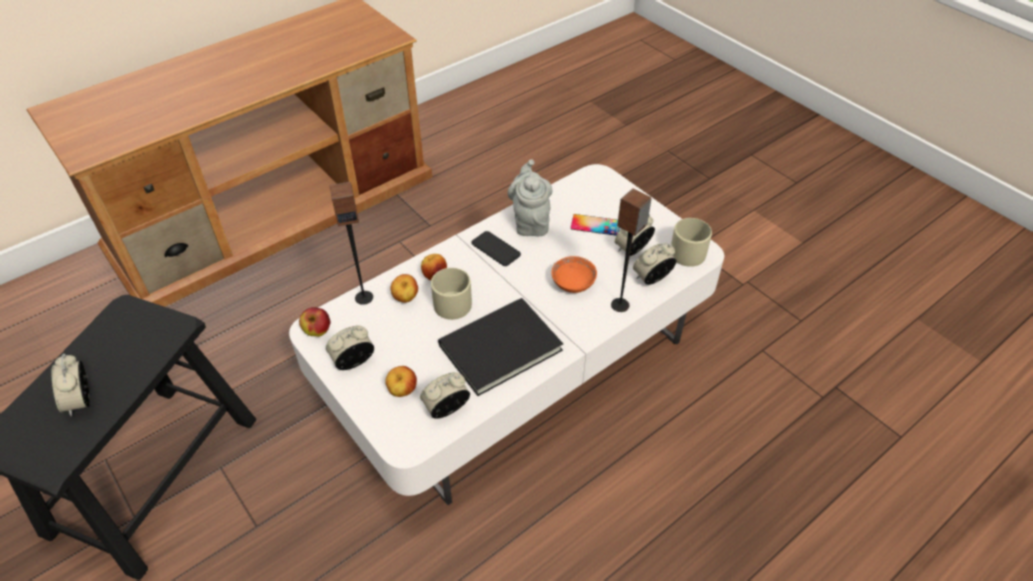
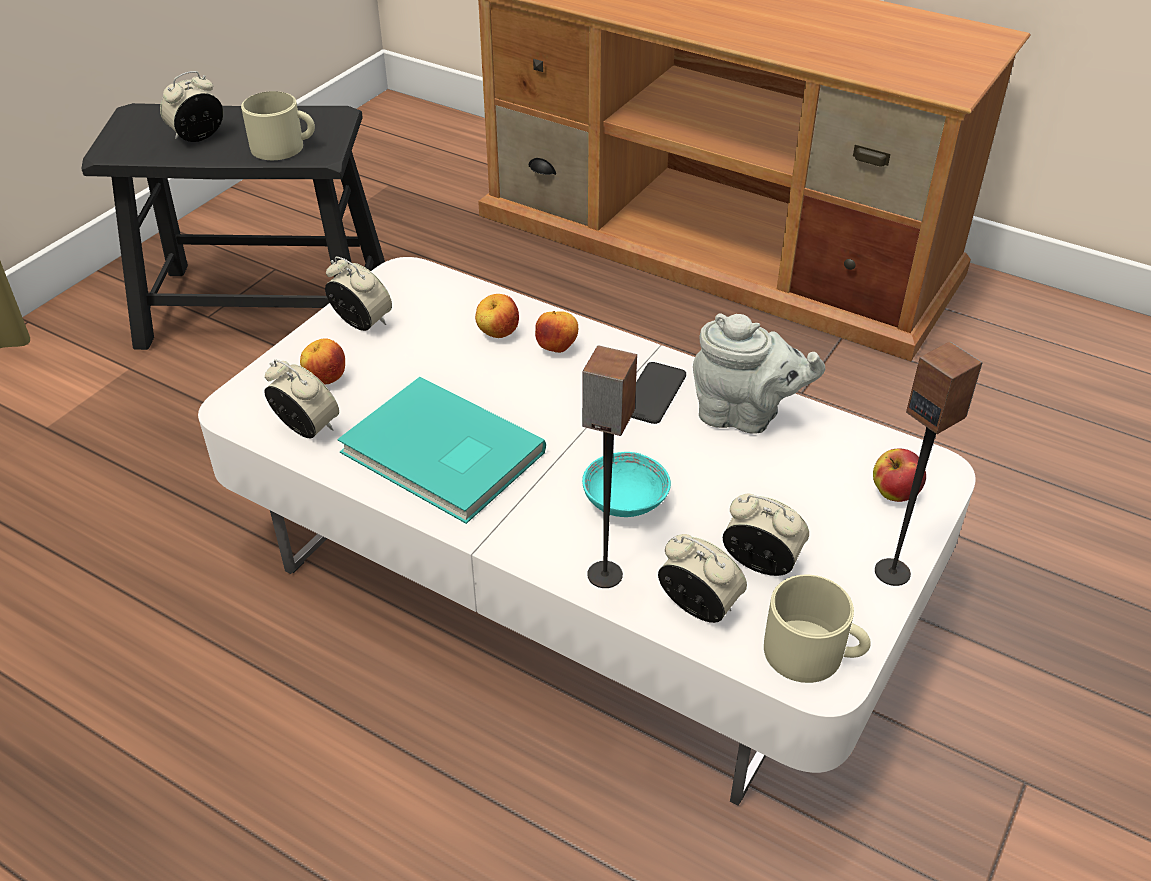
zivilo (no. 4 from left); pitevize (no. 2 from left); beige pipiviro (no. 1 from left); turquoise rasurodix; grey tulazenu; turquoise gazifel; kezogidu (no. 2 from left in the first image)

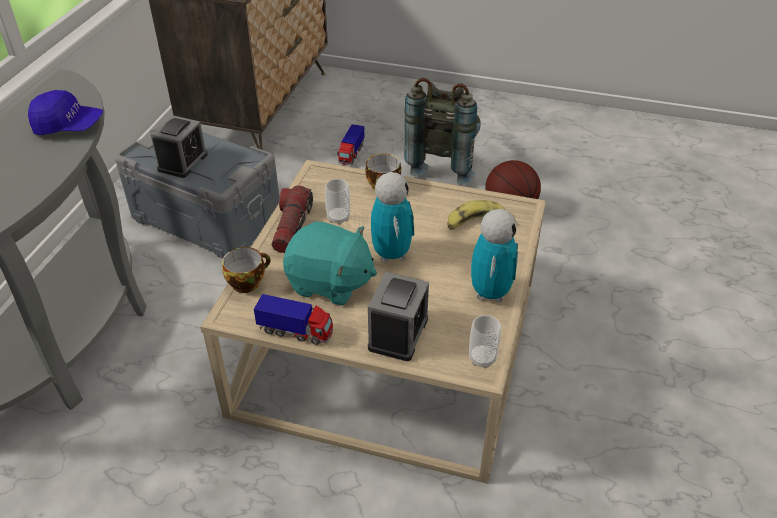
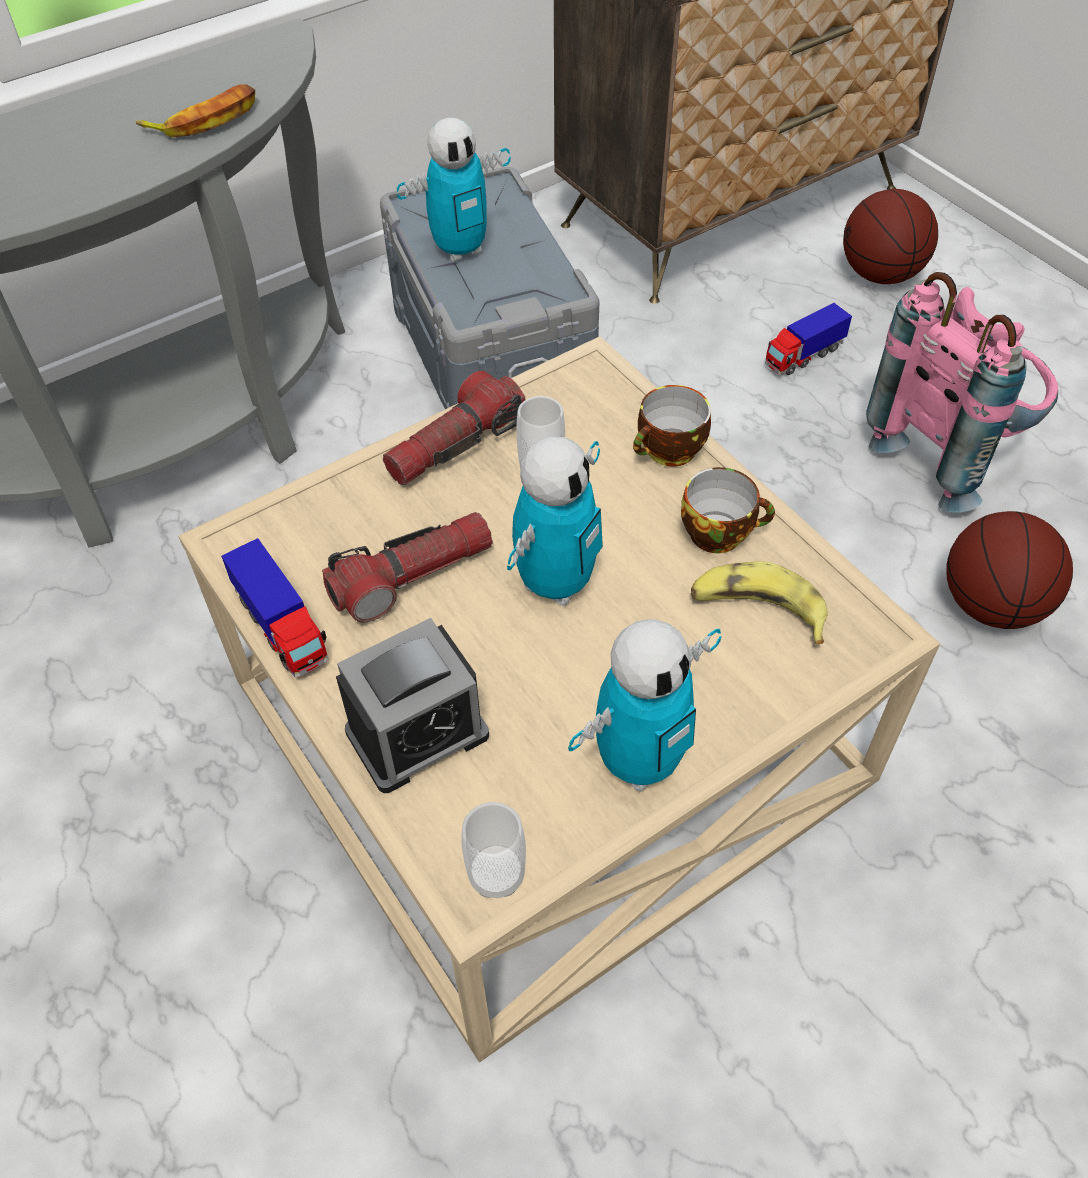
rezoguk (no. 1 from left); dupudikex (no. 1 from left); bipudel (no. 4 from left); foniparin (no. 1 from left); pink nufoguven; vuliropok (no. 1 from left)

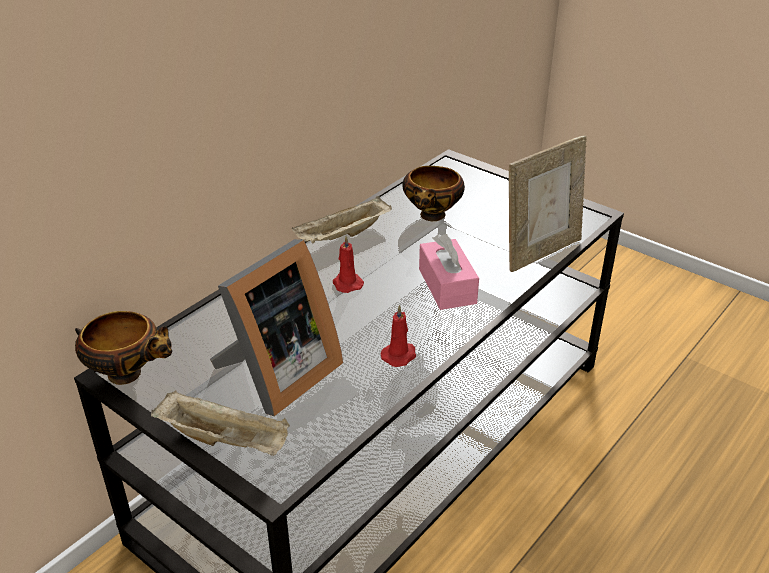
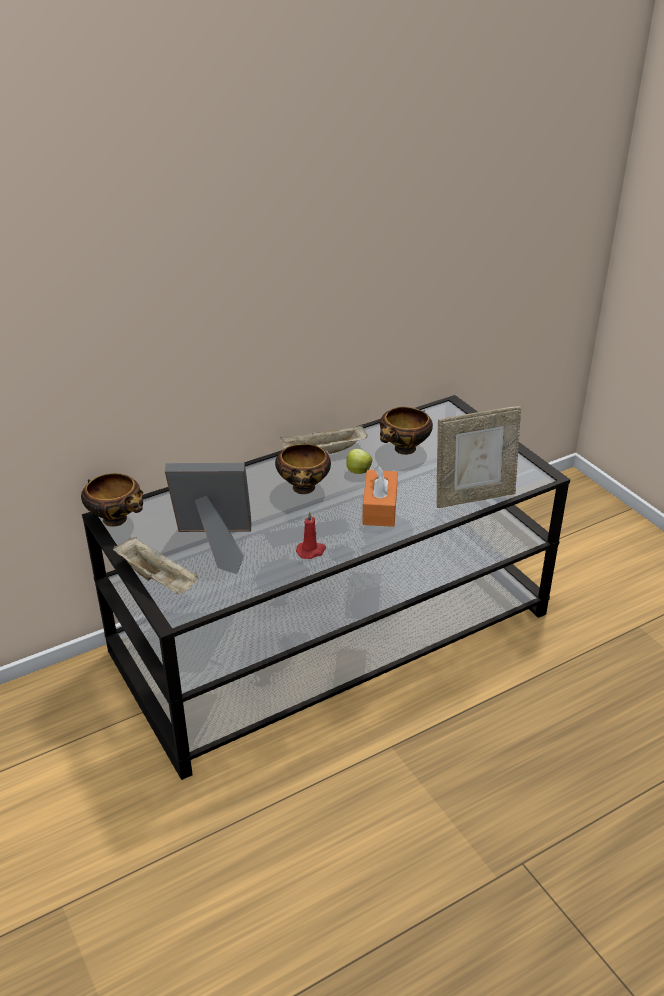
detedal (no. 1 from left); gazifel (no. 2 from left); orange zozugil; zivilo

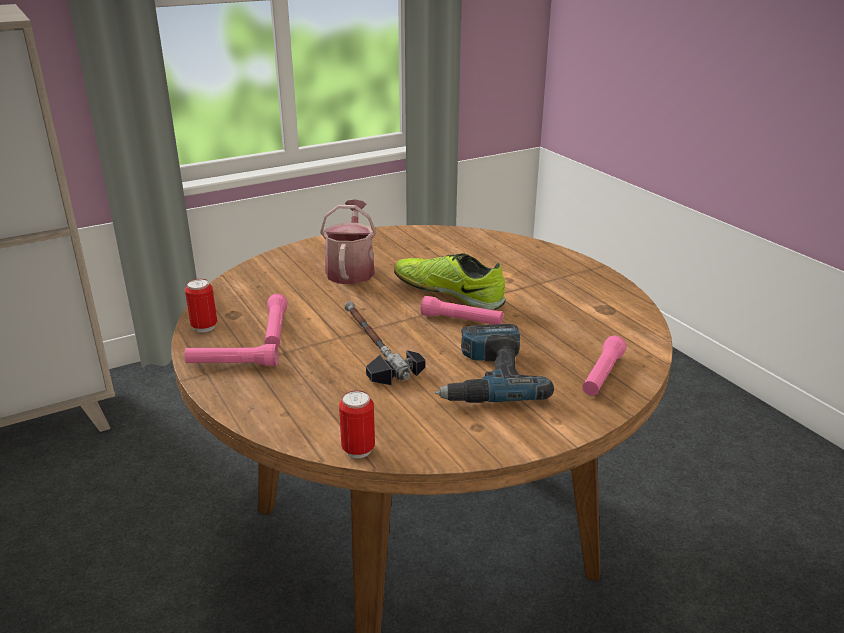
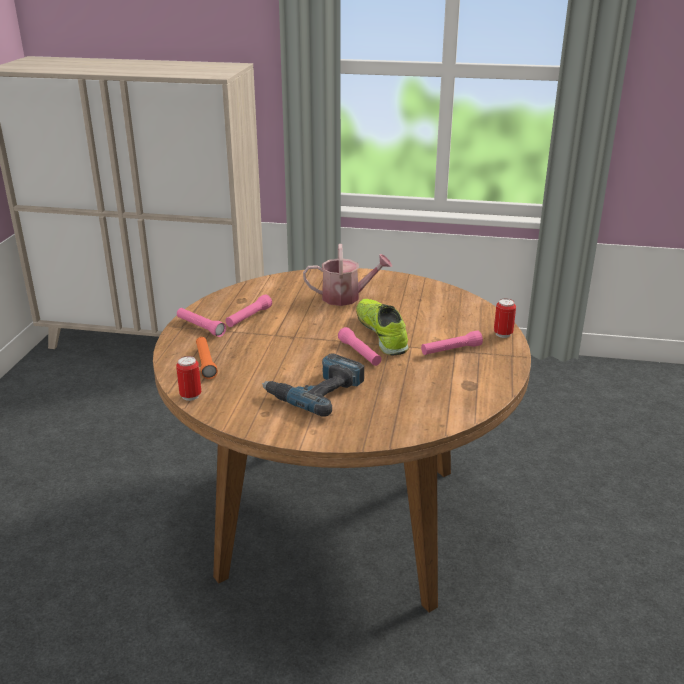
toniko (no. 2 from left); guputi; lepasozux; pink foniparin (no. 4 from left); orange foniparin

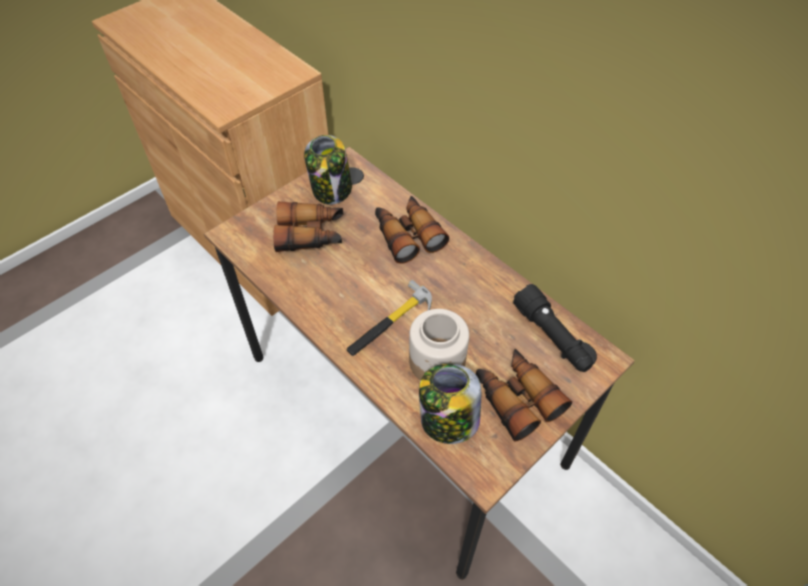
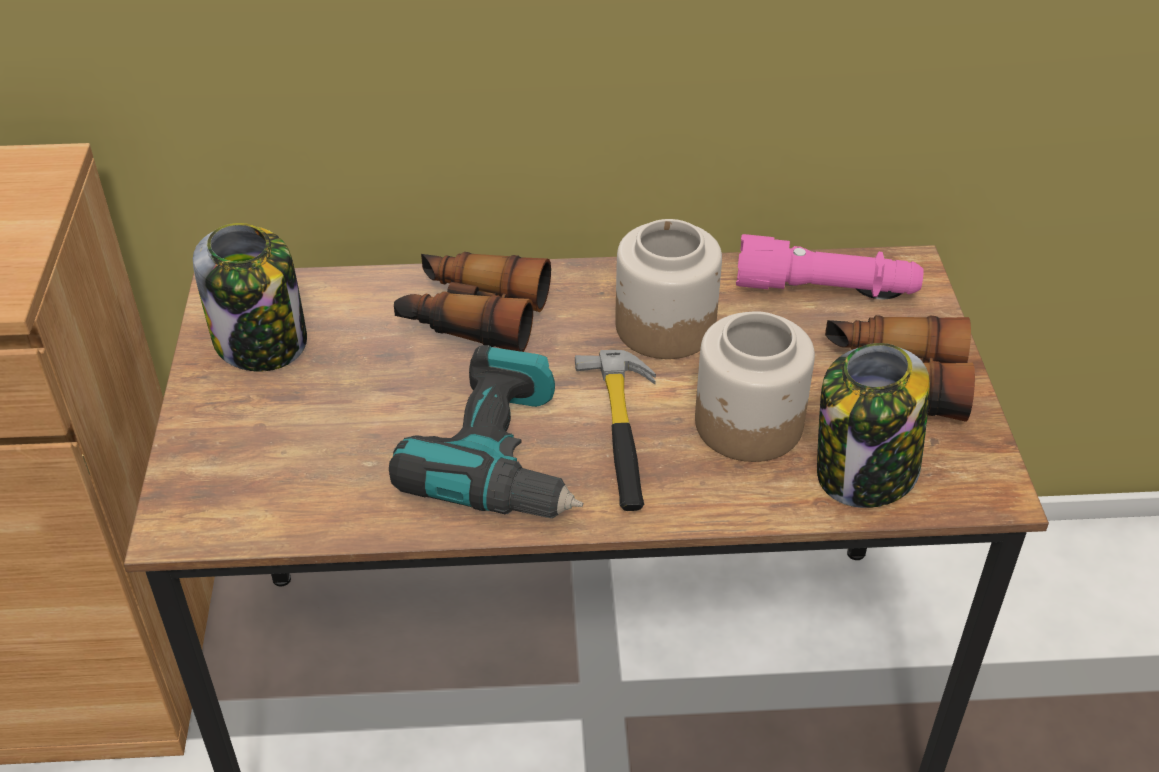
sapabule (no. 1 from left in the first image); pink foniparin; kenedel; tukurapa (no. 2 from left)

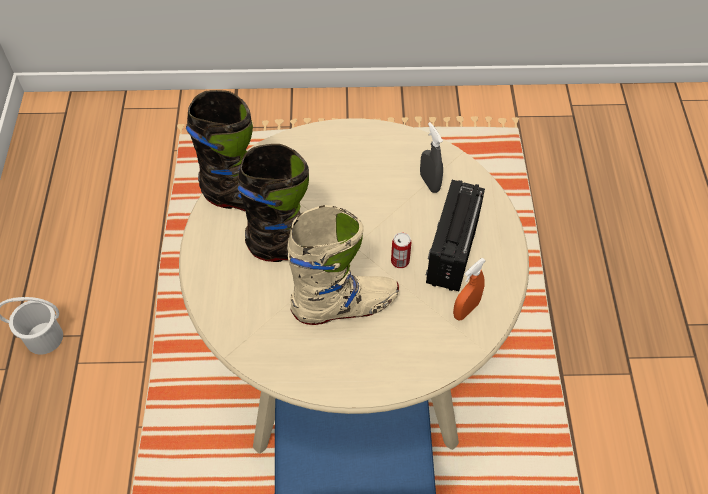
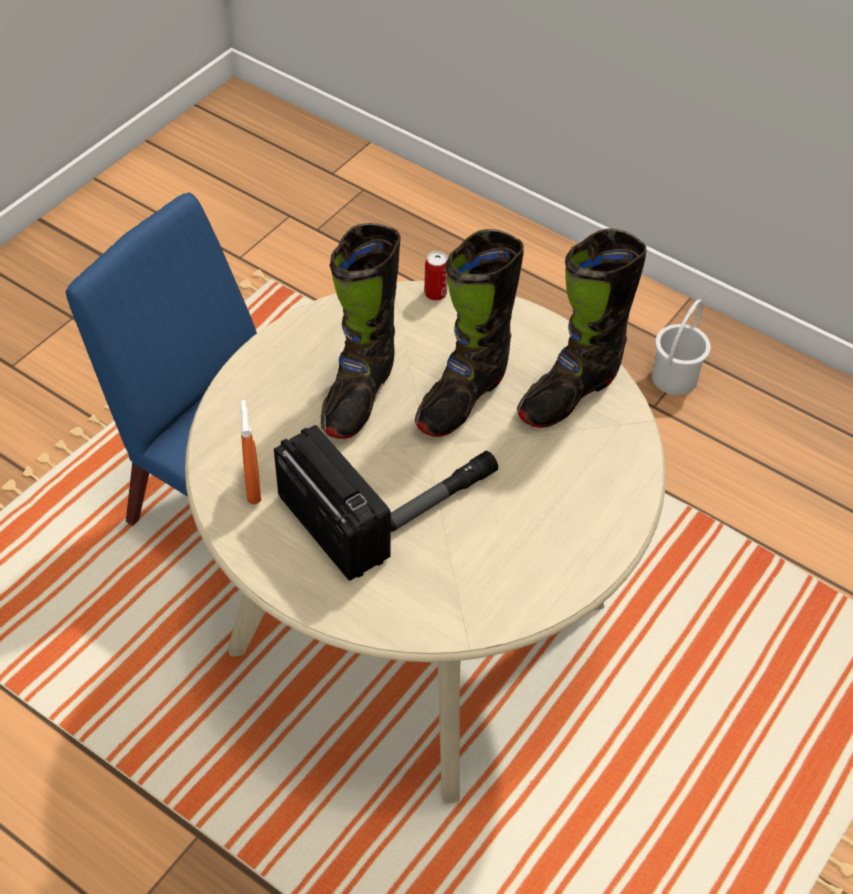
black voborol (no. 1 from left); toniko; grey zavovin; foniparin

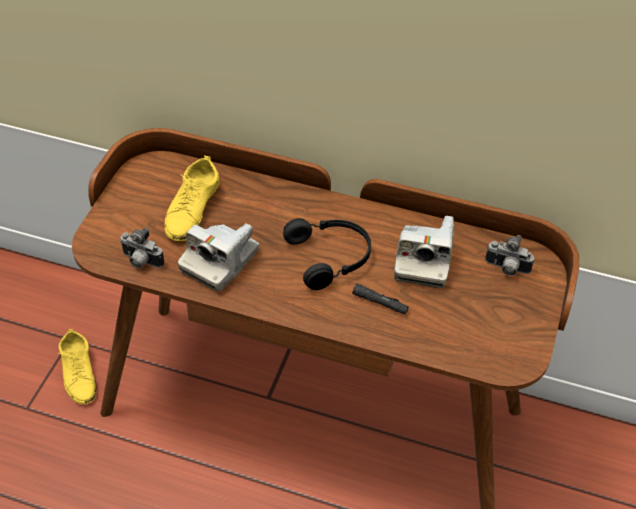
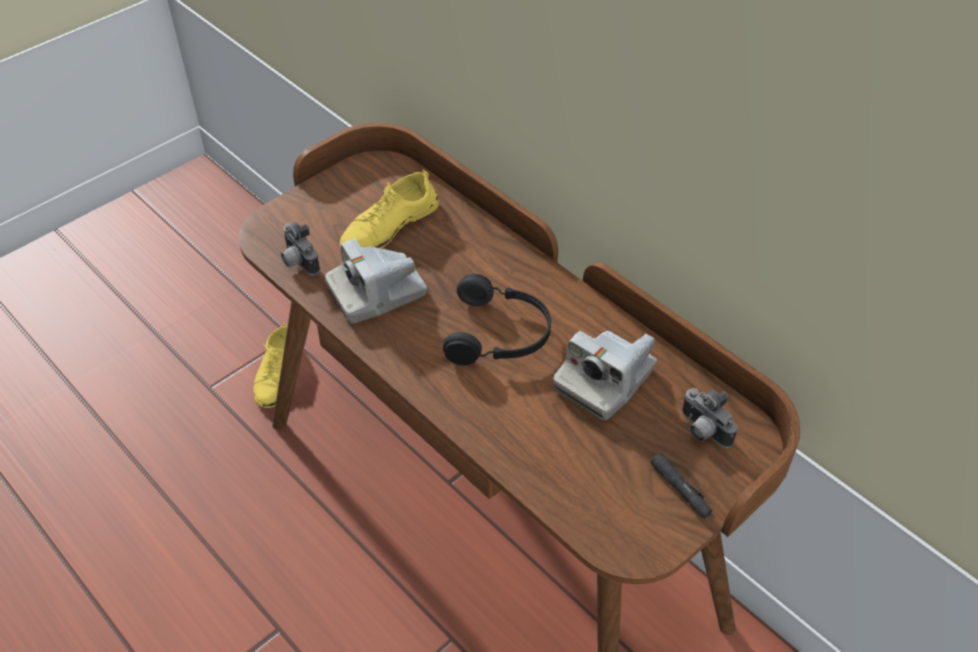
black foniparin

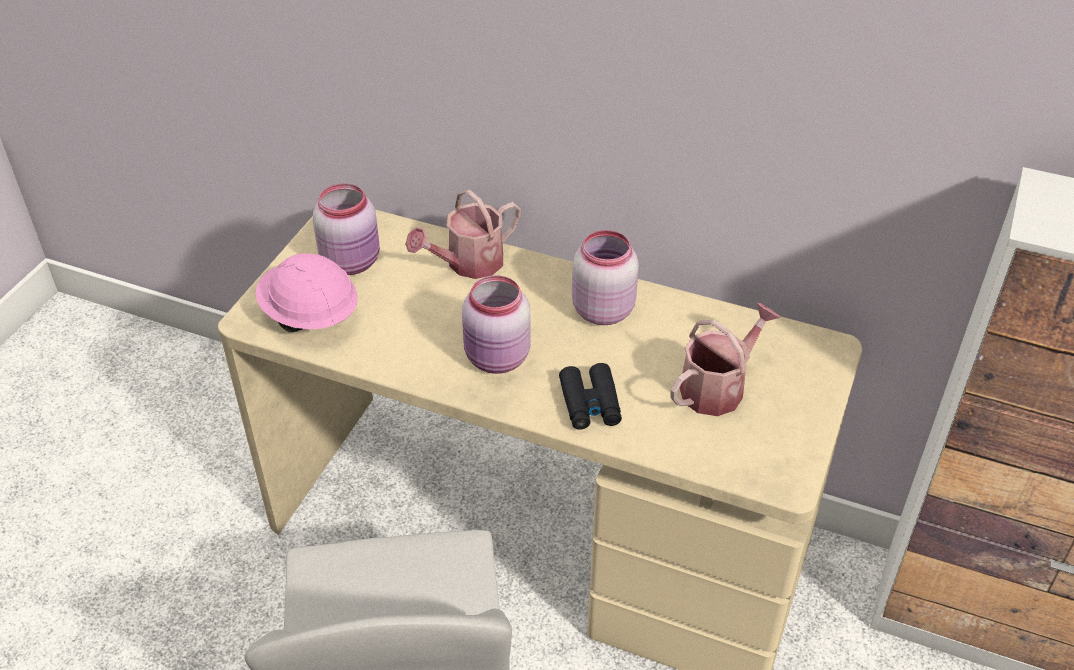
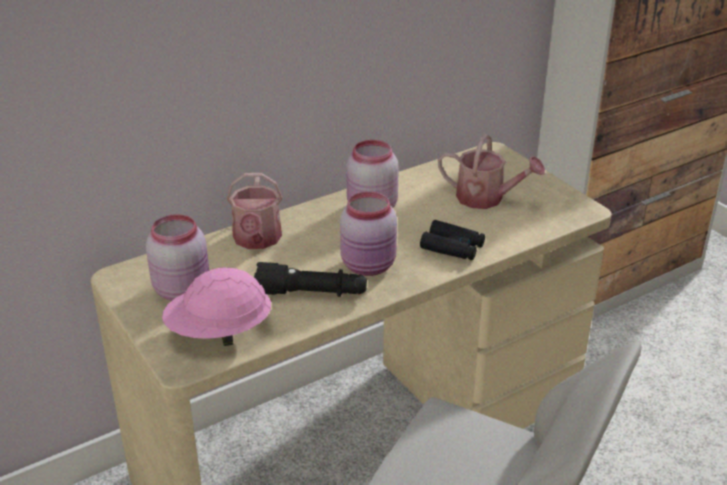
guputi (no. 2 from left); black foniparin

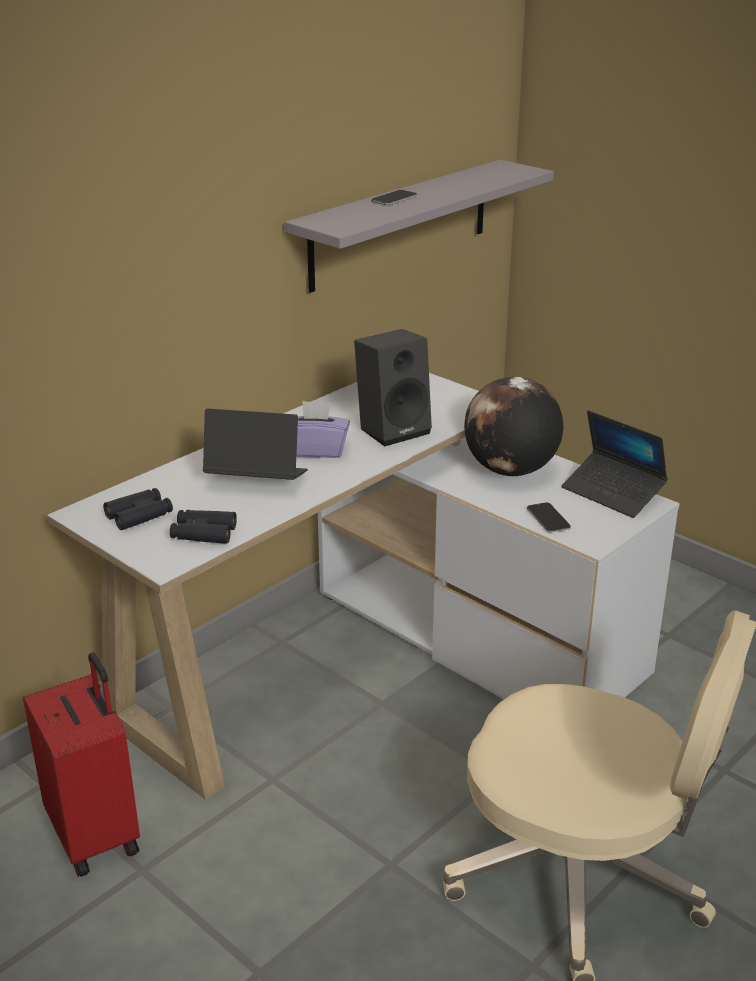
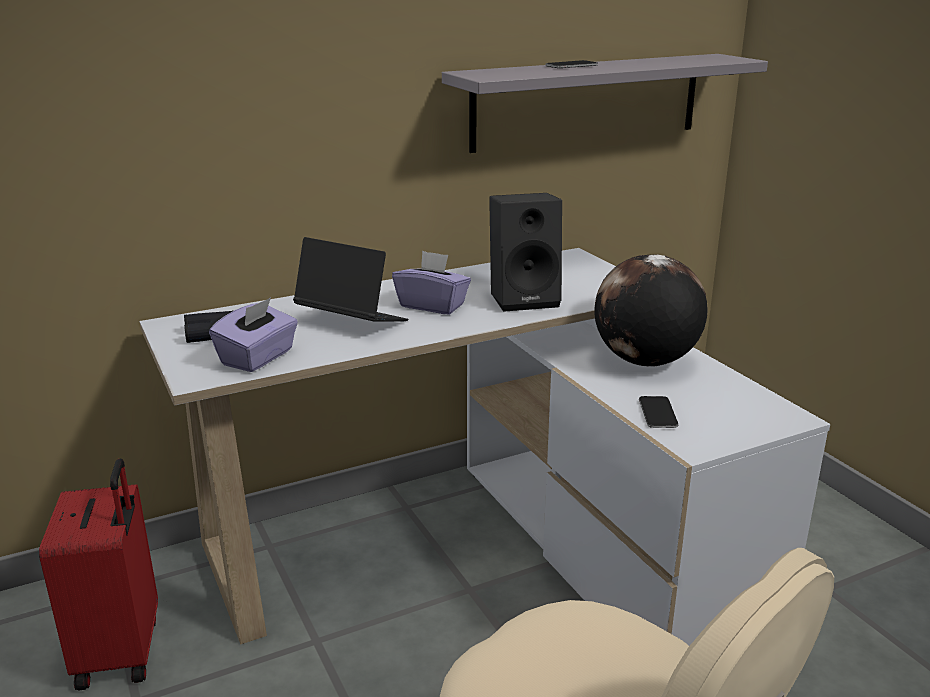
purple zozugil (no. 1 from left); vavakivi (no. 2 from left in the first image)

